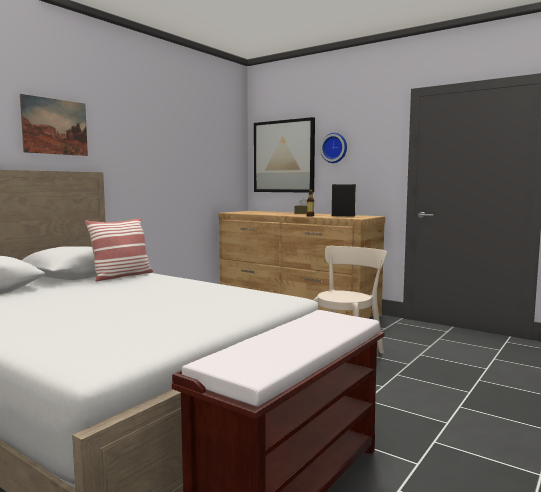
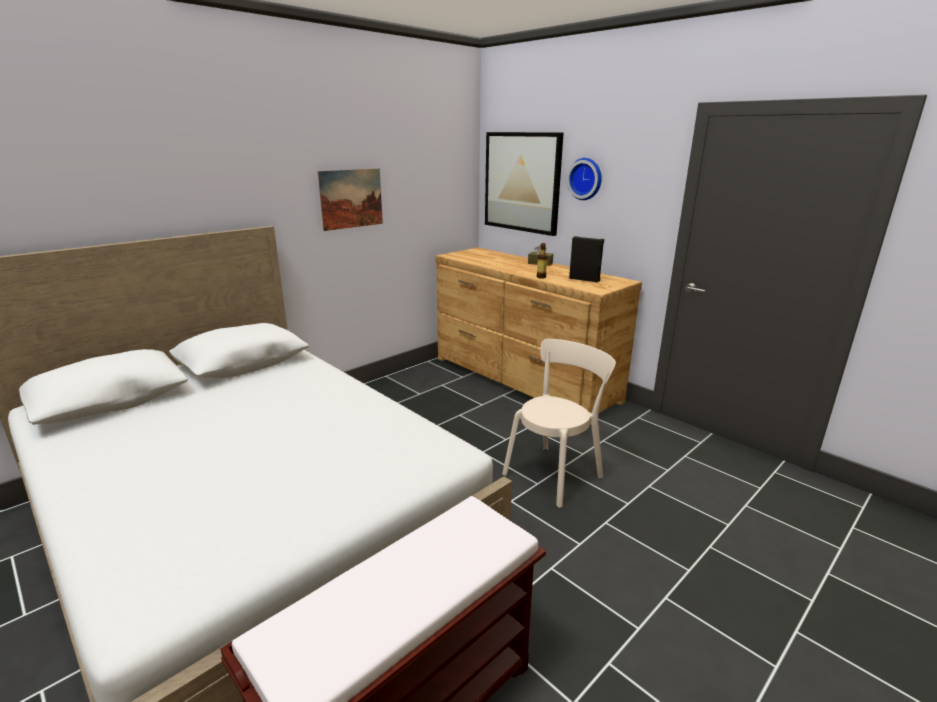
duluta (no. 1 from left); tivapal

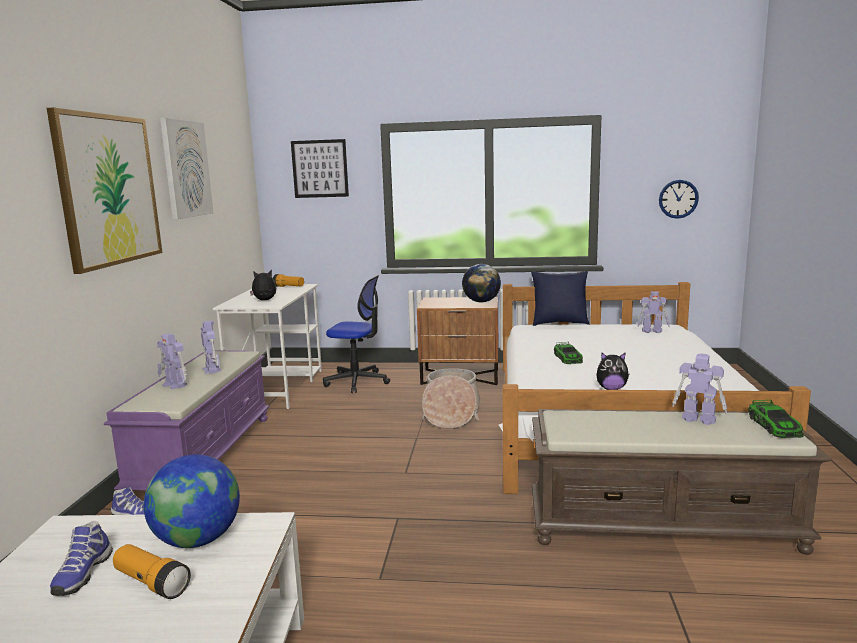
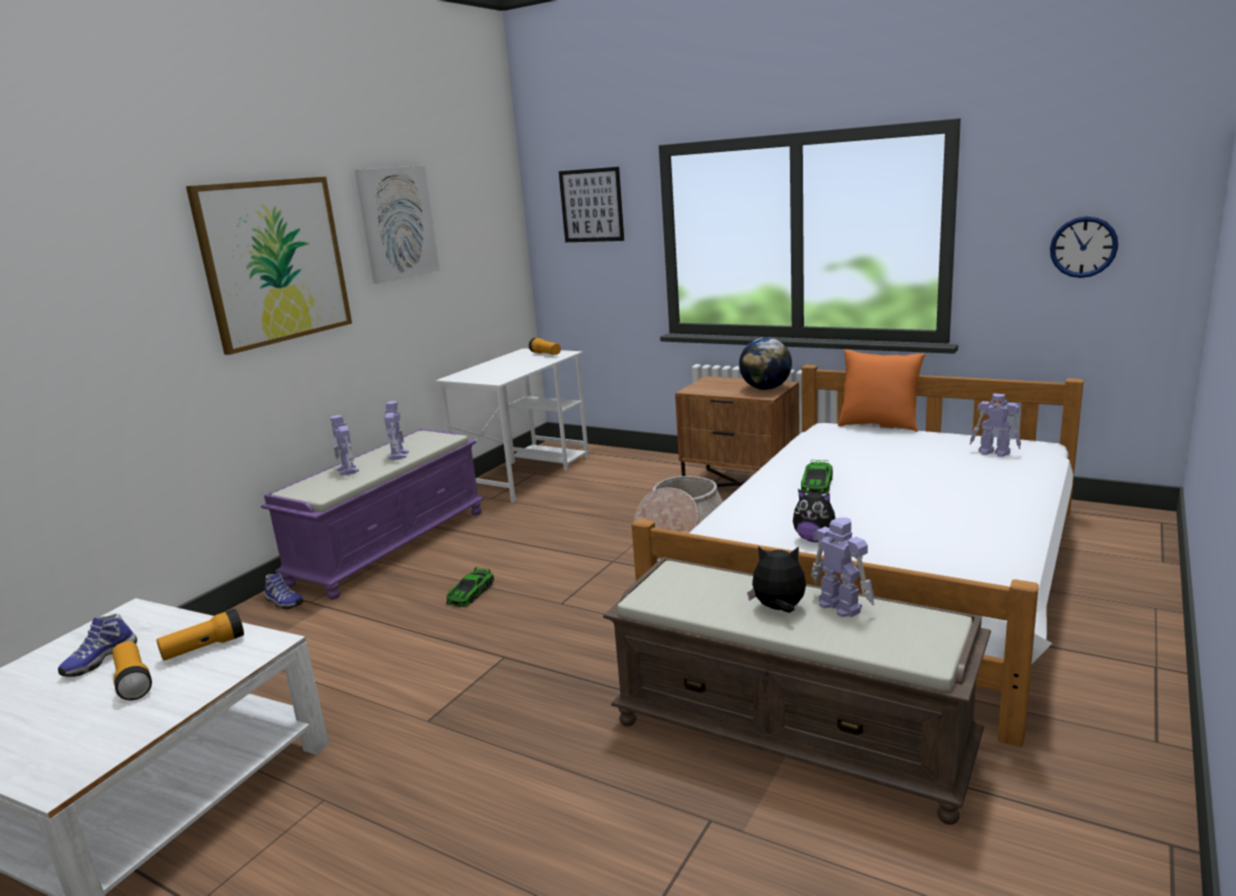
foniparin (no. 2 from left); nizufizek (no. 1 from left); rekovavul; orange tivapal; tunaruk (no. 1 from left)

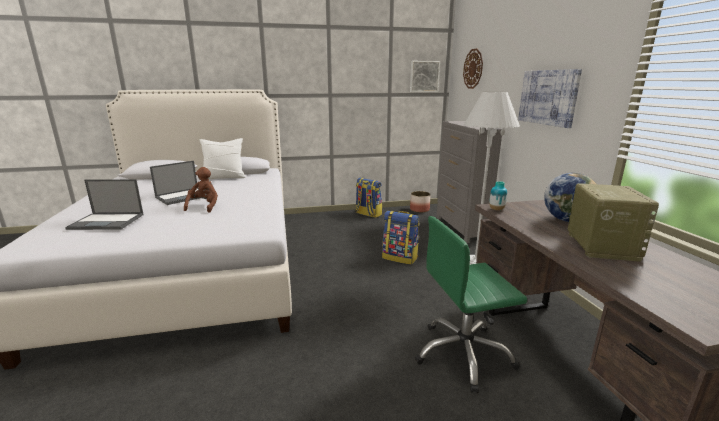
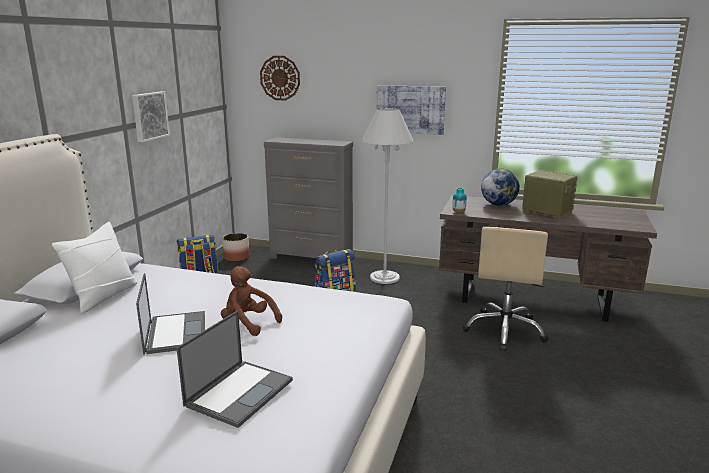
duluta (no. 1 from left); beige rekovavul

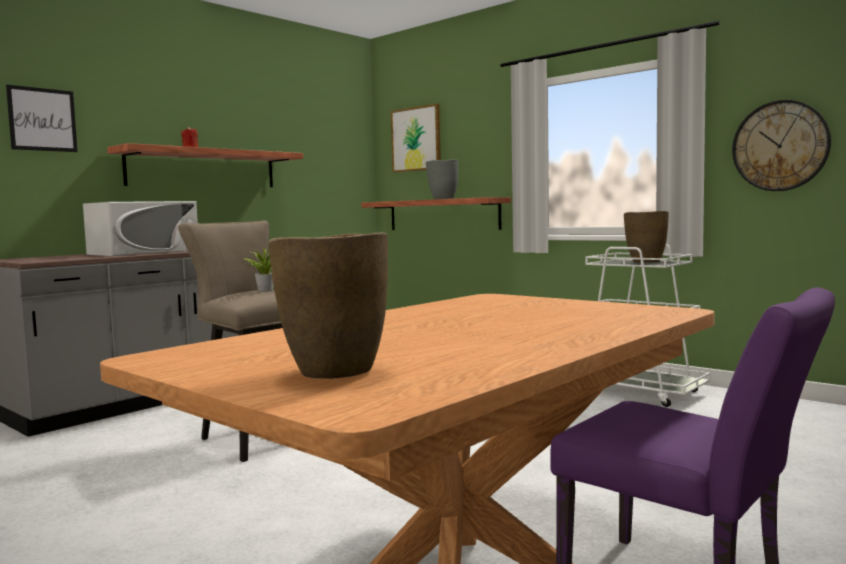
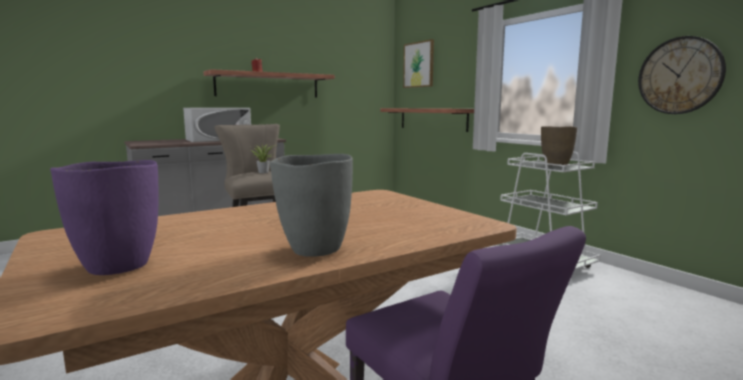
duluta (no. 1 from left in the first image); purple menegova; grey menegova

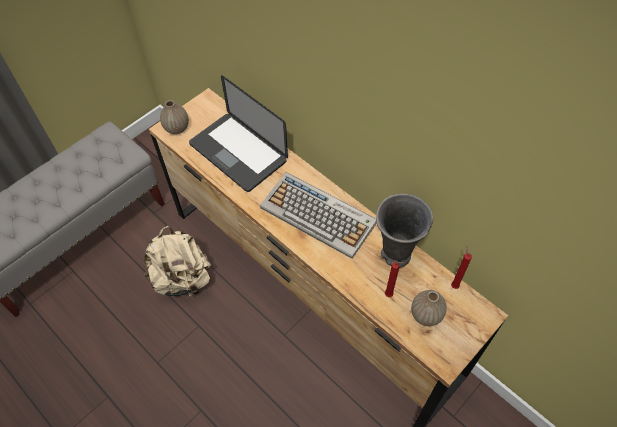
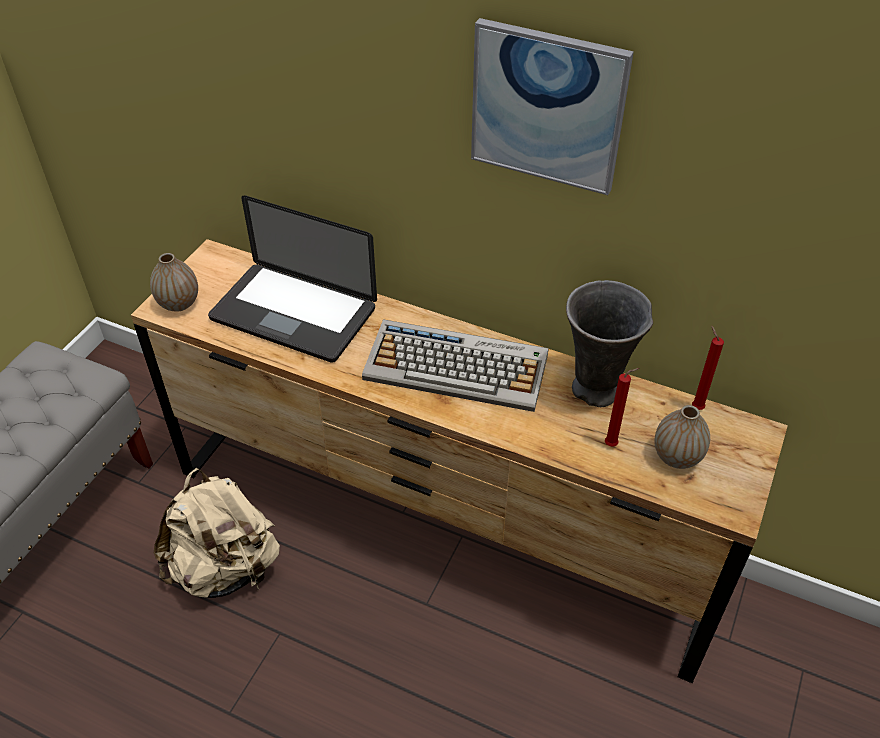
duluta

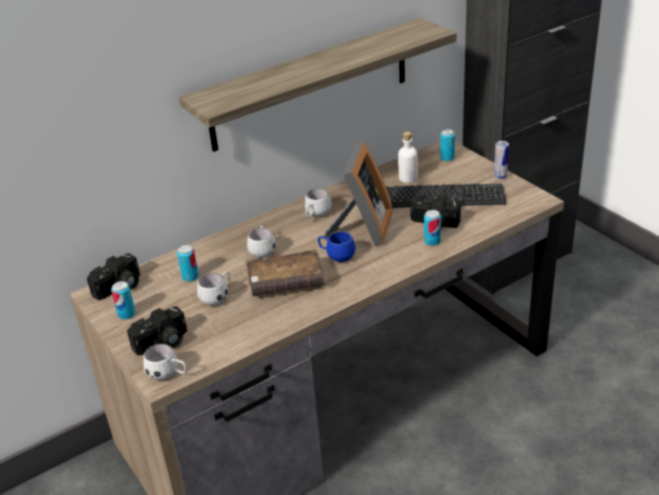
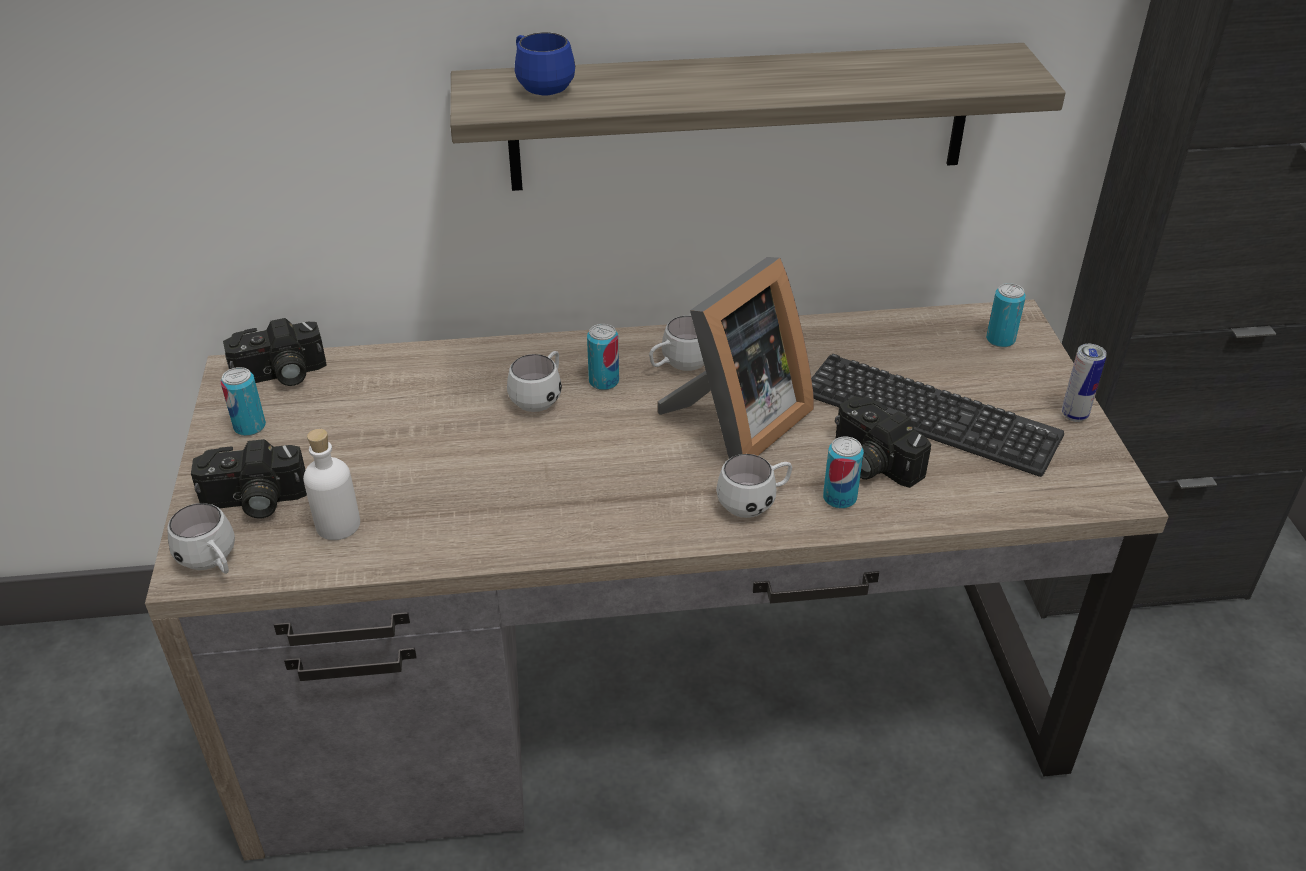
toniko (no. 2 from left); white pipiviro (no. 4 from left); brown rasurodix; blue pipiviro; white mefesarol

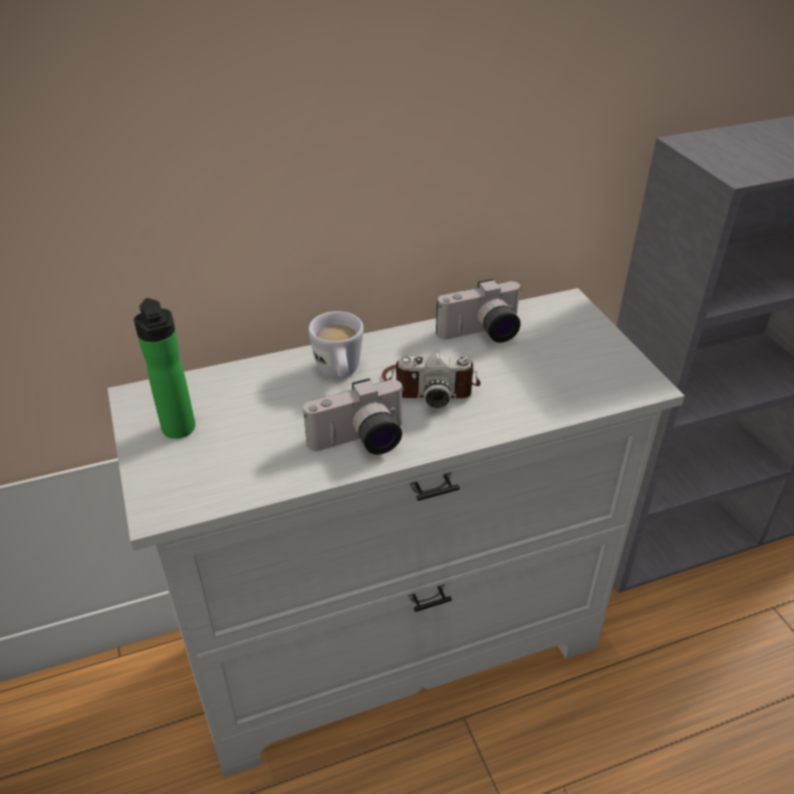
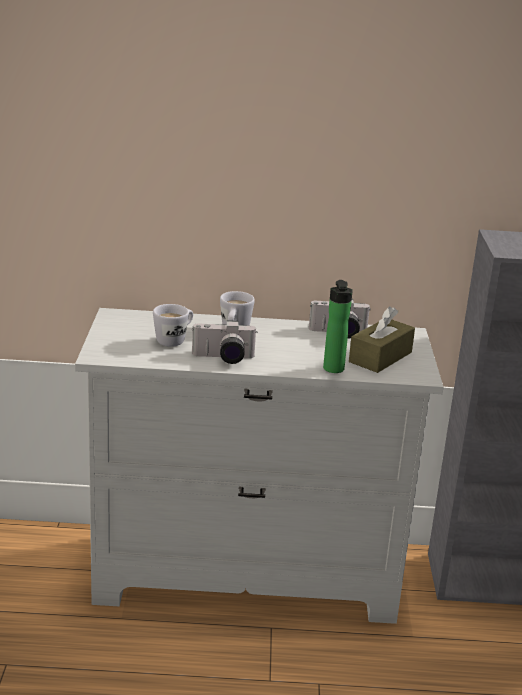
mefesarol; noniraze (no. 2 from left in the first image); white pipiviro (no. 1 from left); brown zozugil

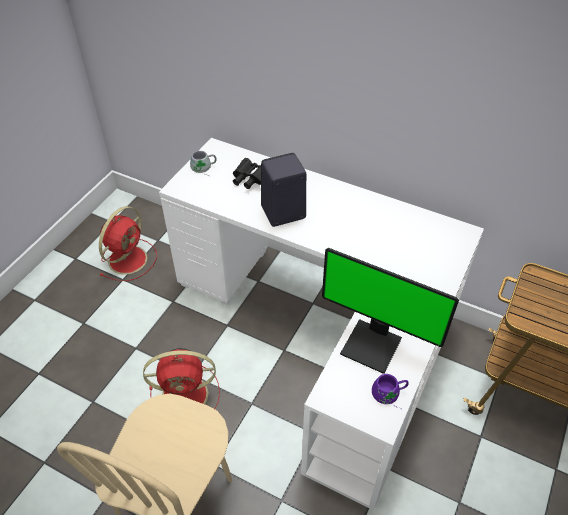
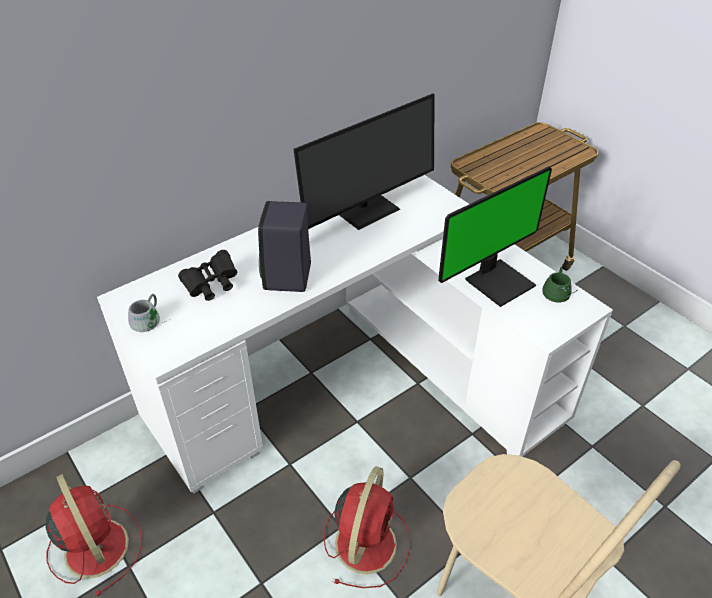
green pipiviro; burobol (no. 1 from left)

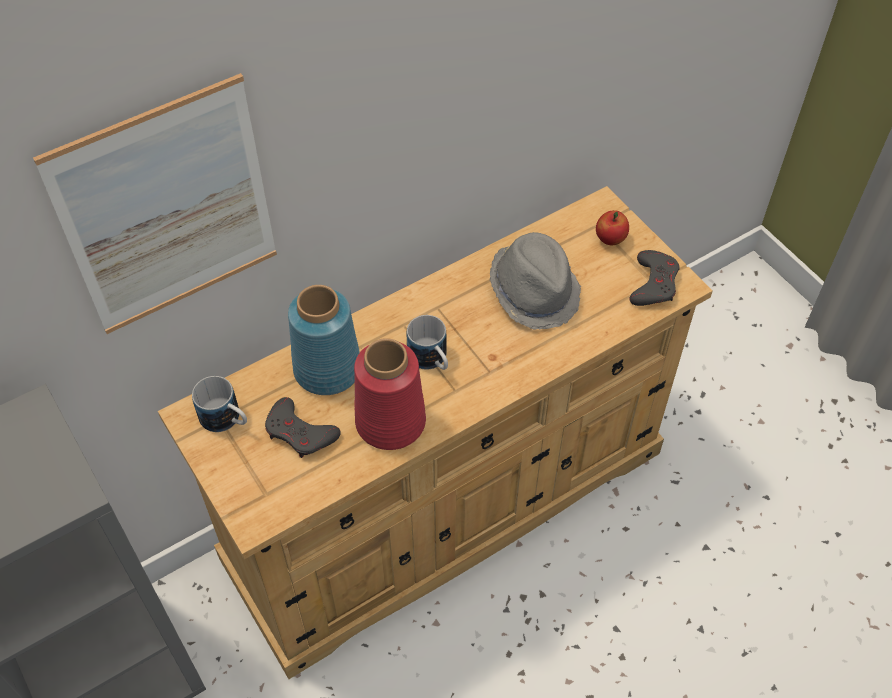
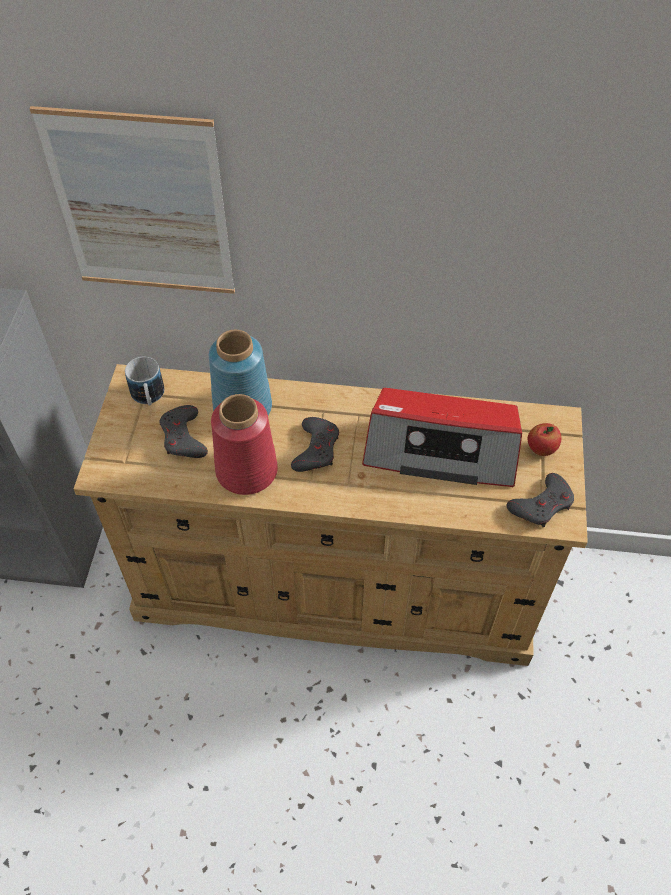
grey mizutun (no. 2 from left); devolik

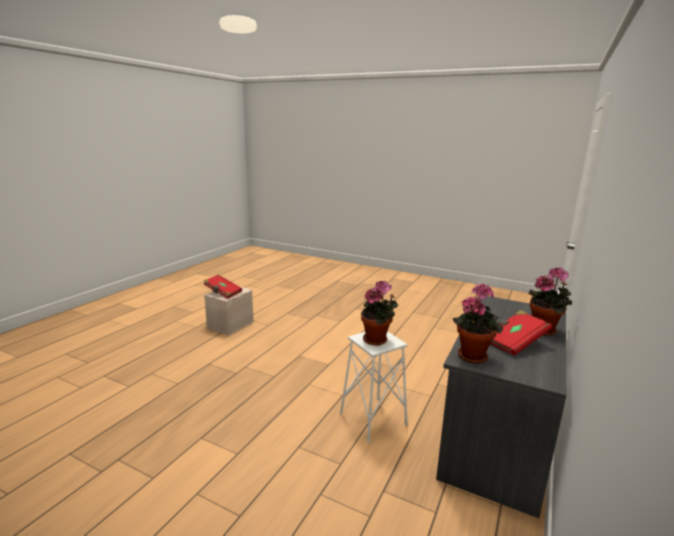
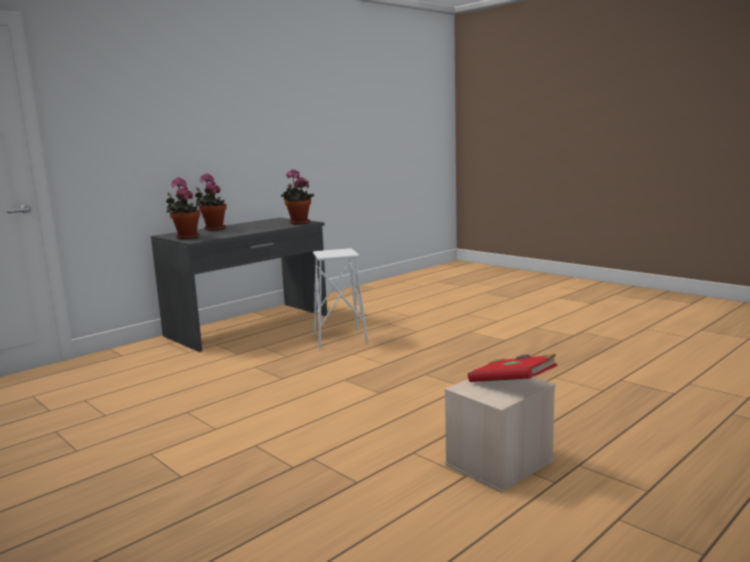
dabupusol (no. 1 from left); red rasurodix (no. 2 from left in the first image)

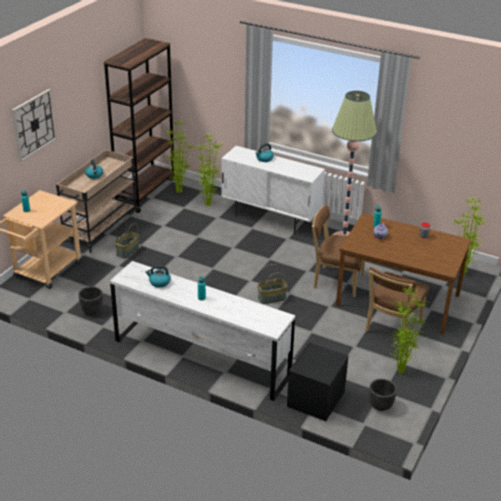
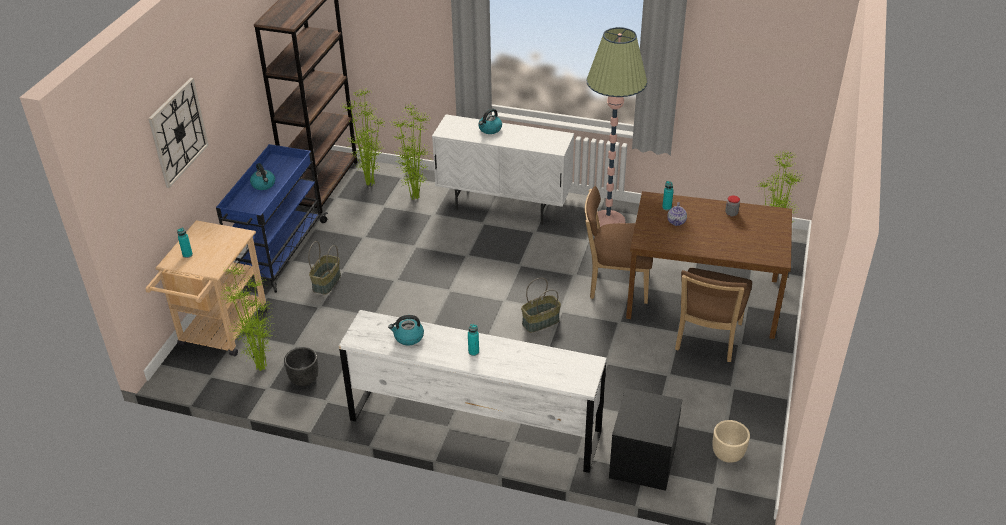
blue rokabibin; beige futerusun; dabupusol (no. 1 from left)

